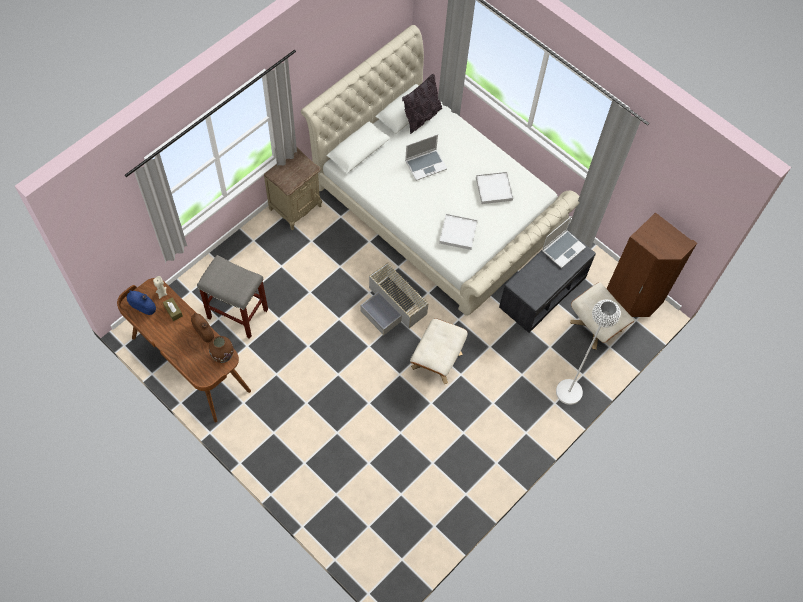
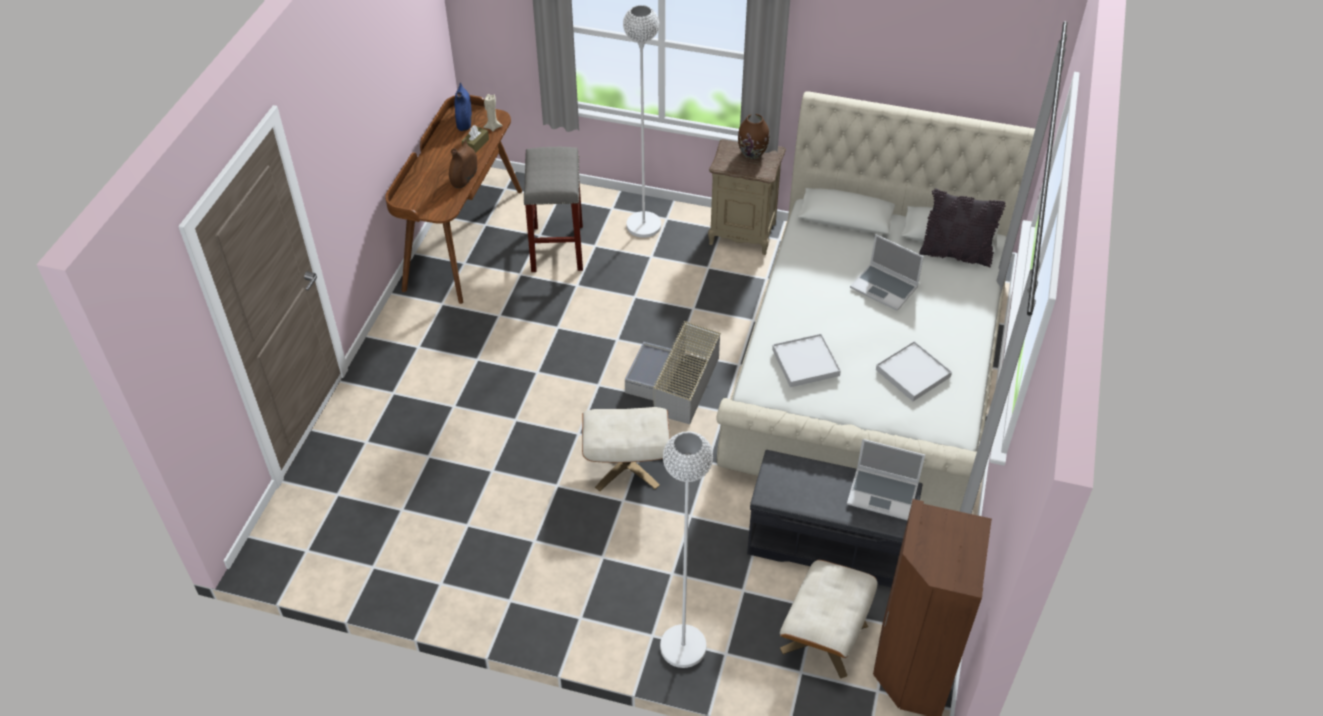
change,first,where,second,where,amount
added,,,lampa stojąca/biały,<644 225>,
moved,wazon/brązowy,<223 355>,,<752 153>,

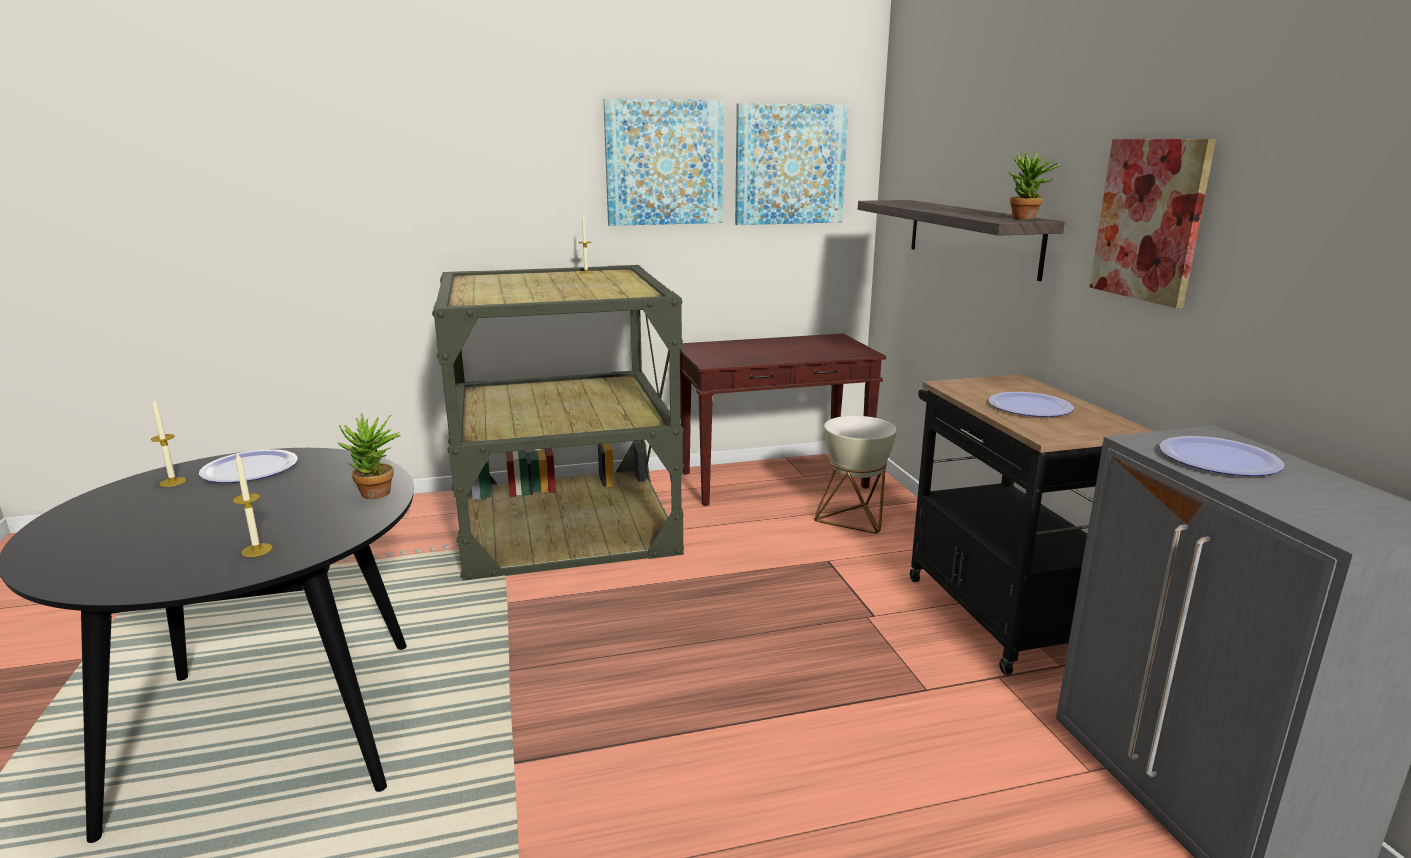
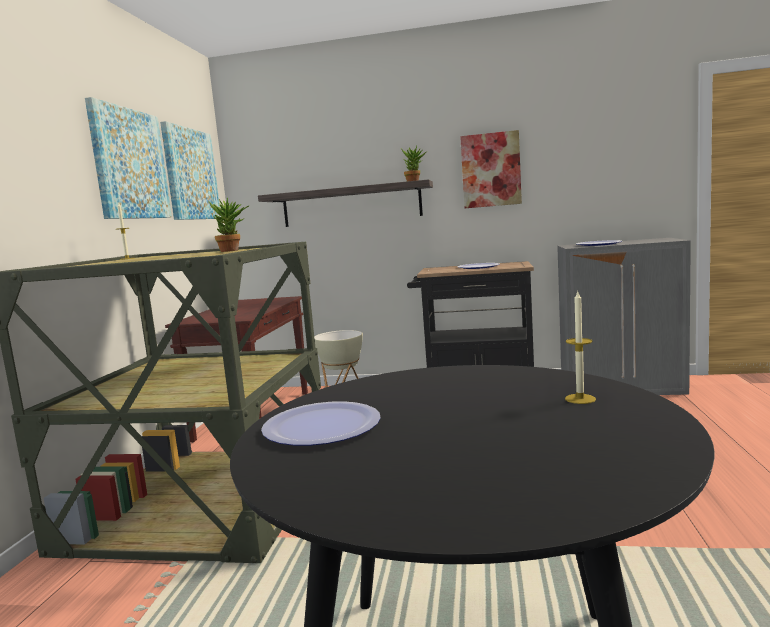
change,first,where,second,where,amount
moved,roślina doniczkowa,<376 496>,,<233 250>,
removed,świeca,<173 482>,,,

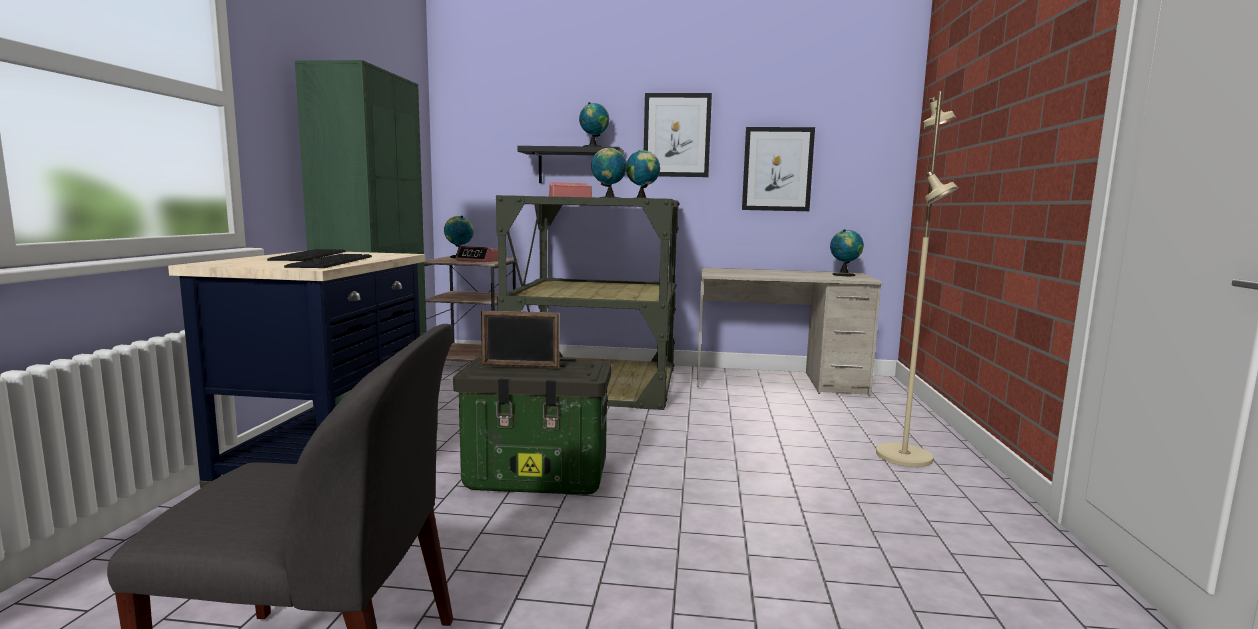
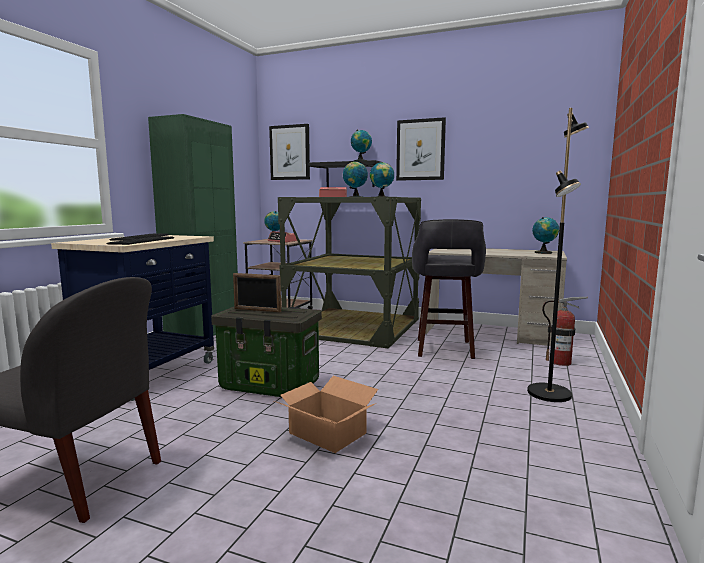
change,first,where,second,where,amount
moved,obraz,<777 169>,,<290 152>,
added,,,karton,<327 434>,
added,,,stołek/szary,<444 350>,
recoloured,lampa stojąca/beżowy,<905 456>,lampa stojąca/czarny,<550 393>,
added,,,gaśnica,<560 362>,

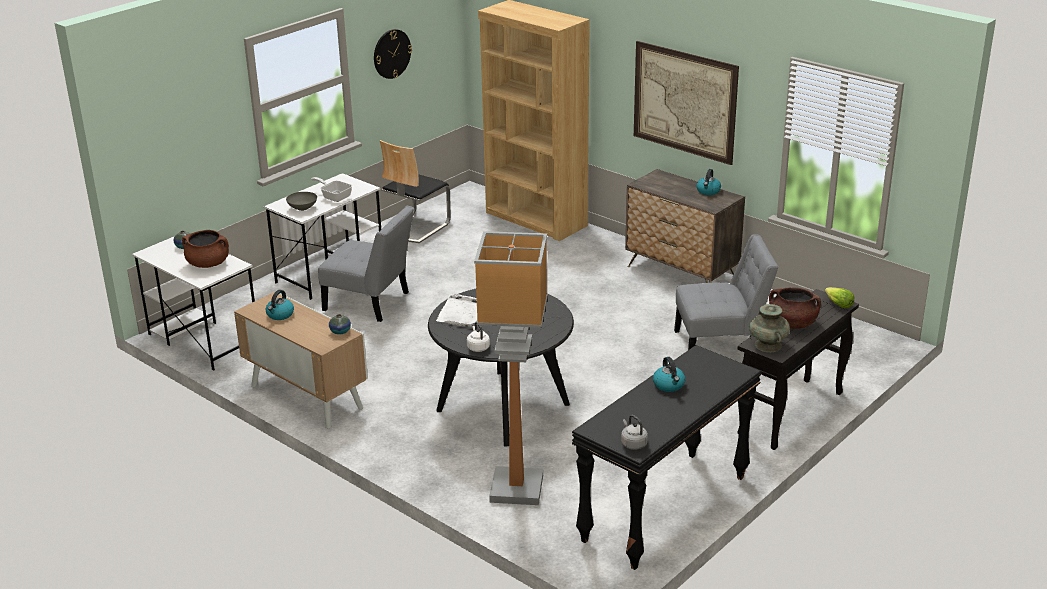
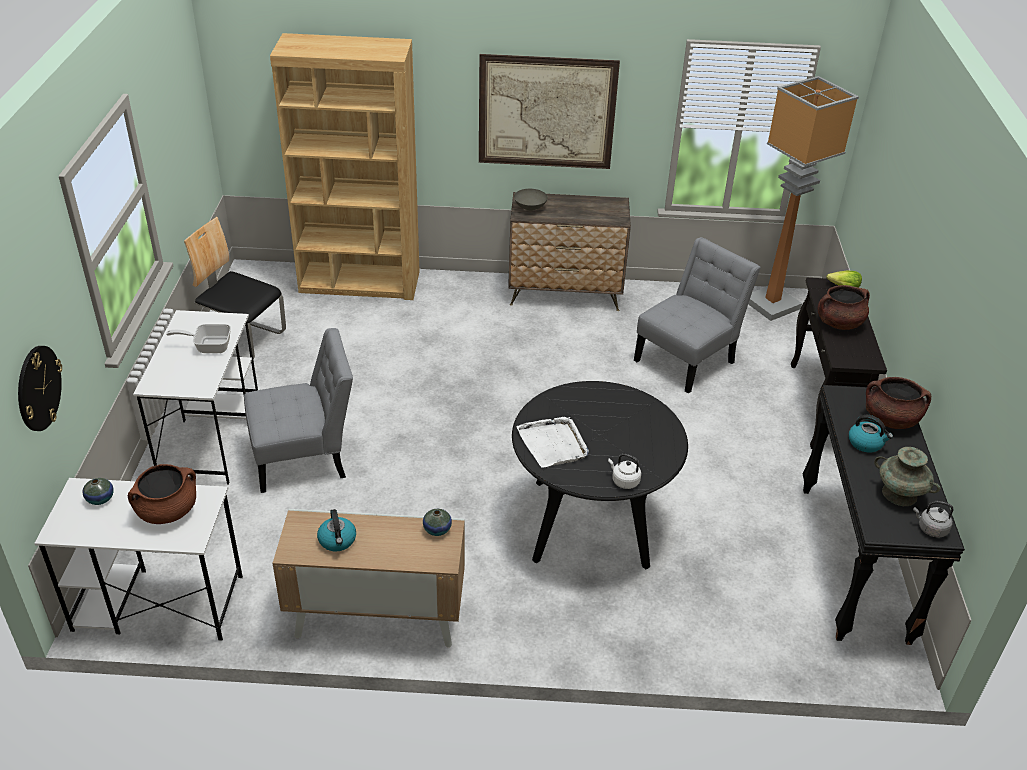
change,first,where,second,where,amount
moved,zegar ścienny,<391 53>,,<38 388>,
turned,krzesło,<415 227>,,<242 339>,120 degrees clockwise
moved,miska/szary,<303 208>,,<530 208>,
moved,lampa stojąca,<515 489>,,<771 305>,
added,,,garnek/brązowy,<890 419>,
moved,wazon/turkusowy,<768 345>,,<900 494>,
removed,czajnik,<708 191>,,,

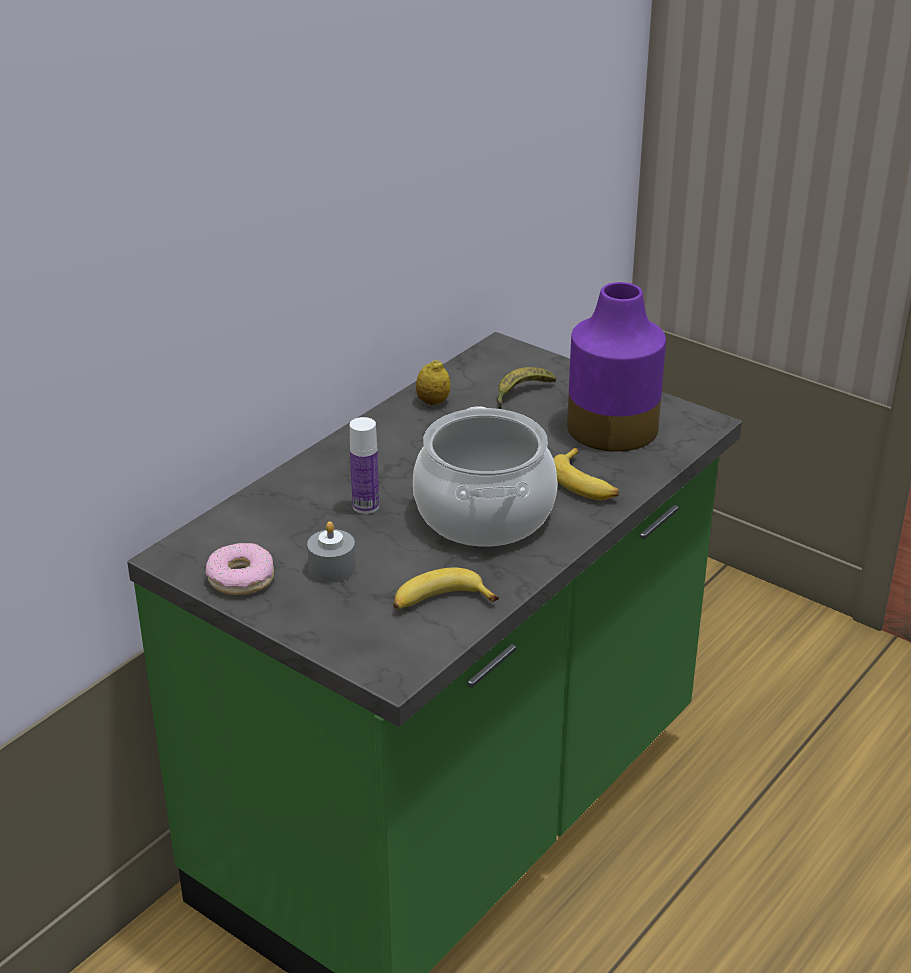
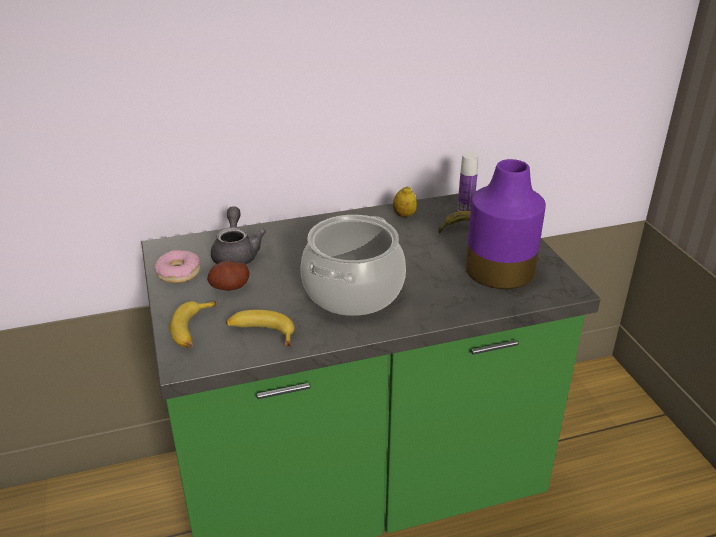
change,first,where,second,where,amount
moved,banan,<585 483>,,<193 330>,
replaced,świeca/szary,<332 568>,ziemniak,<230 287>,
added,,,imbryk/szary,<236 253>,
moved,butelka,<365 506>,,<465 209>,

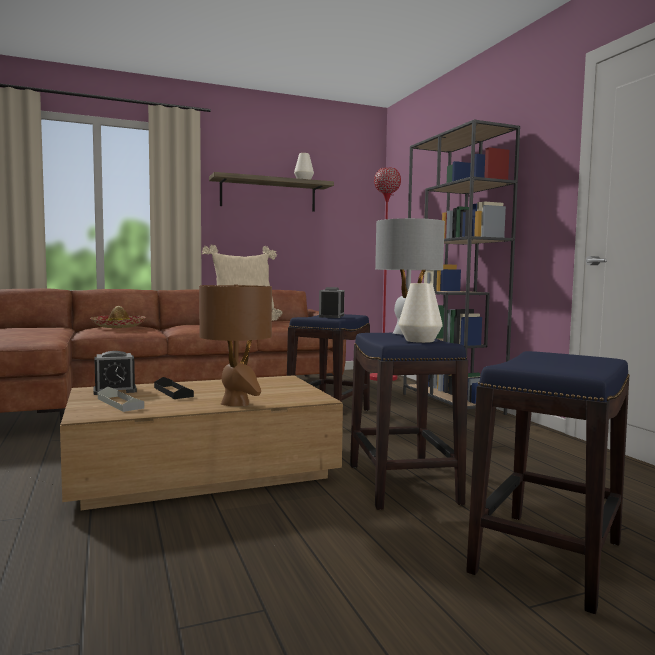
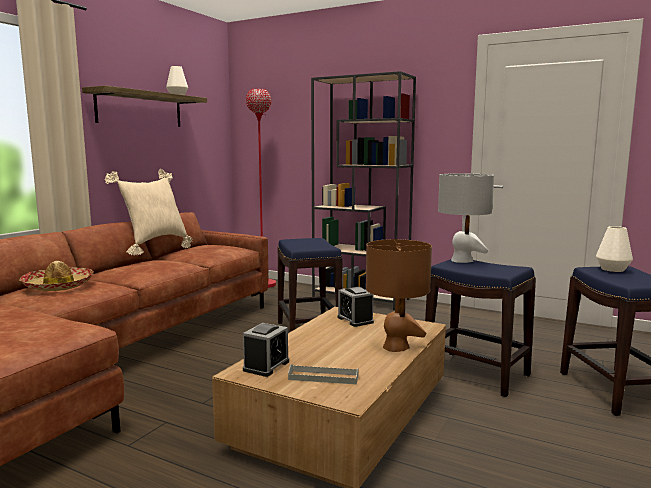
change,first,where,second,where,amount
moved,budzik,<331 316>,,<355 320>,
moved,wazon/biały,<419 341>,,<613 269>,
removed,taca/czarny,<173 392>,,,

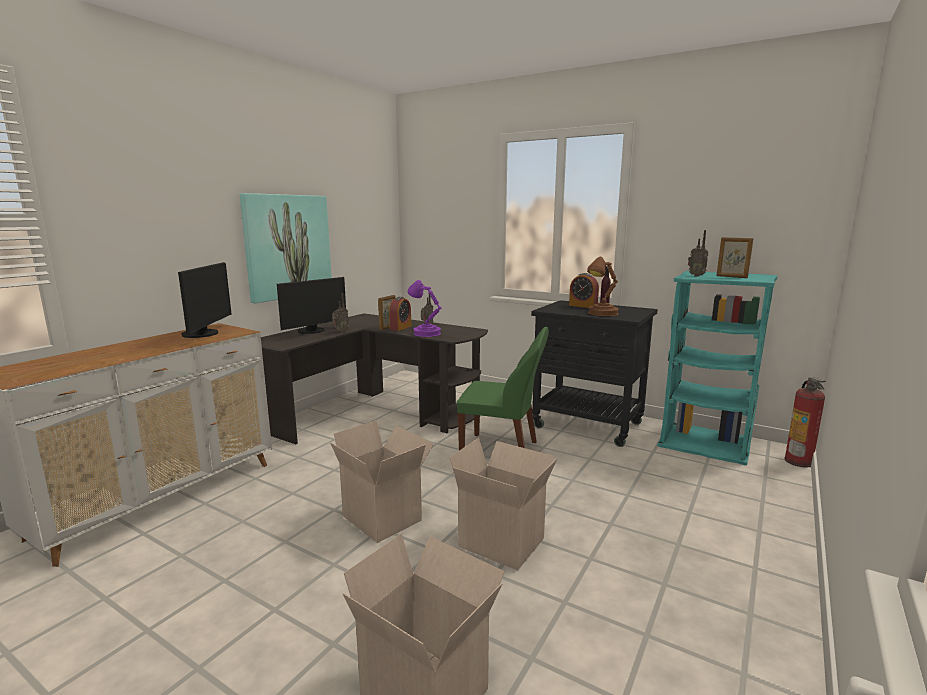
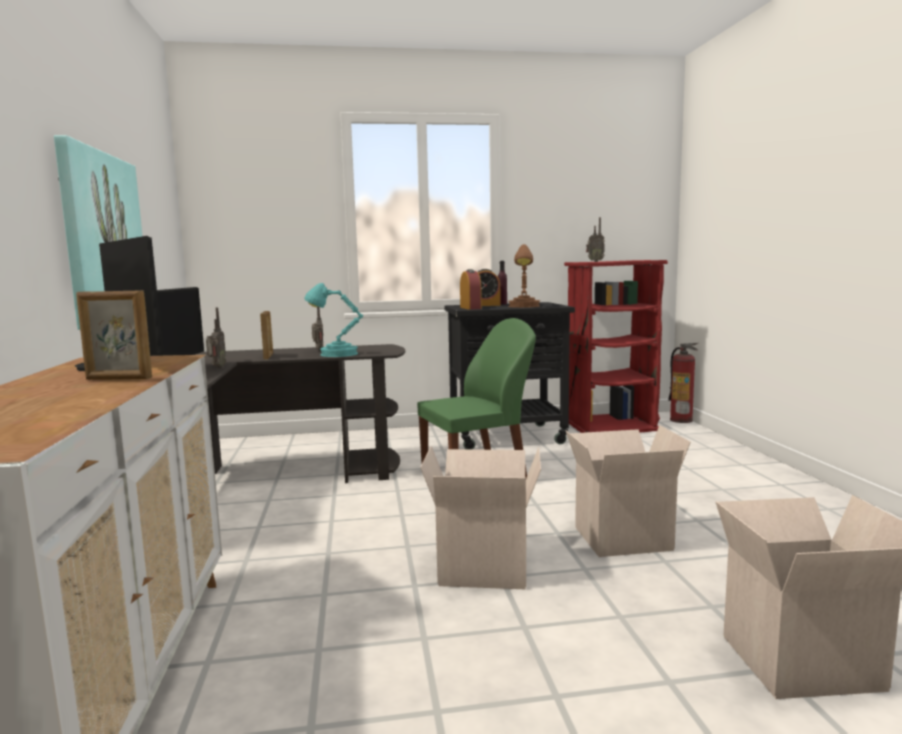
change,first,where,second,where,amount
moved,ramka na zdjęcie,<731 277>,,<118 378>,
recoloured,lampa stołowa/fioletowy,<425 333>,lampa stołowa/turkusowy,<335 354>,
moved,budzik,<400 328>,,<470 308>,
recoloured,regał/turkusowy,<705 443>,regał/czerwony,<610 425>,

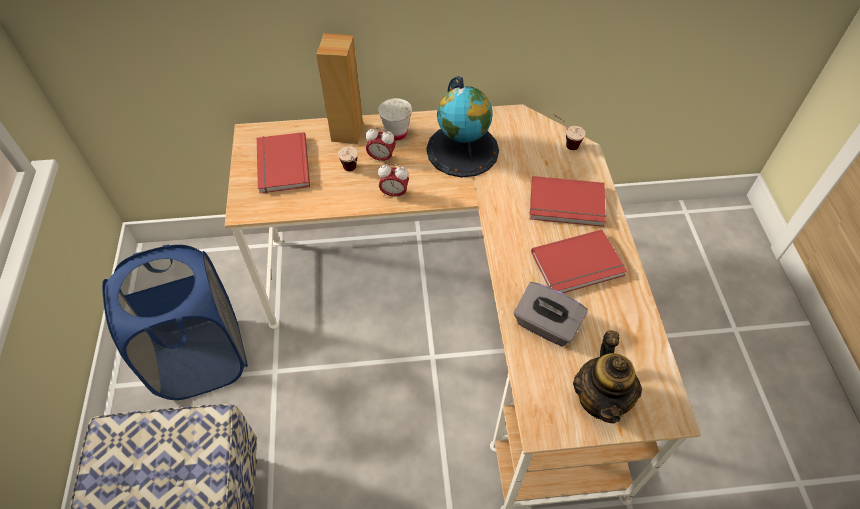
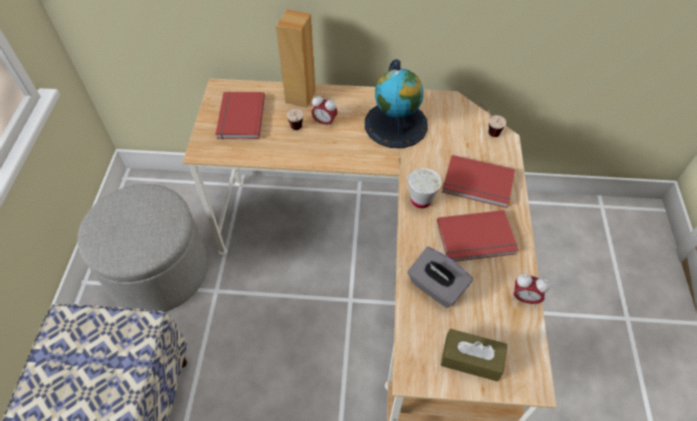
change,first,where,second,where,amount
replaced,kosz na pranie/niebieski,<201 358>,pufa/szary,<158 271>,
moved,filiżanka/biały,<396 133>,,<421 200>,
replaced,imbryk,<600 399>,pudełko chusteczek/brązowy,<471 359>,
moved,budzik,<394 193>,,<524 298>,

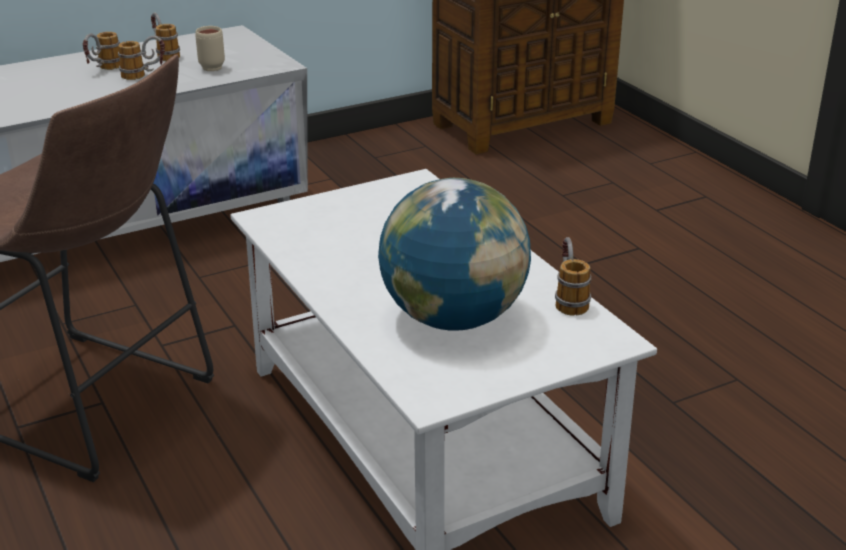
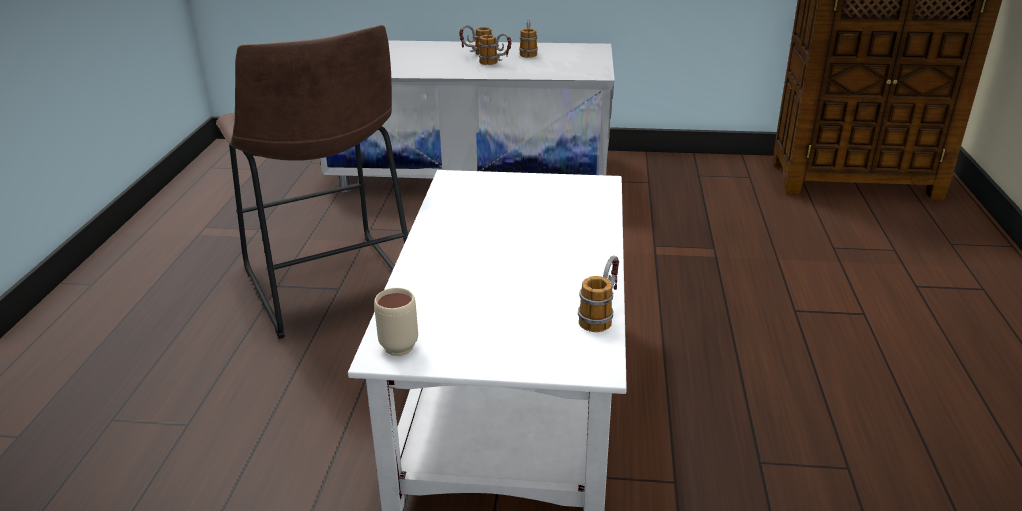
change,first,where,second,where,amount
moved,kubek/beżowy,<211 66>,,<402 343>,
removed,globus,<453 318>,,,

